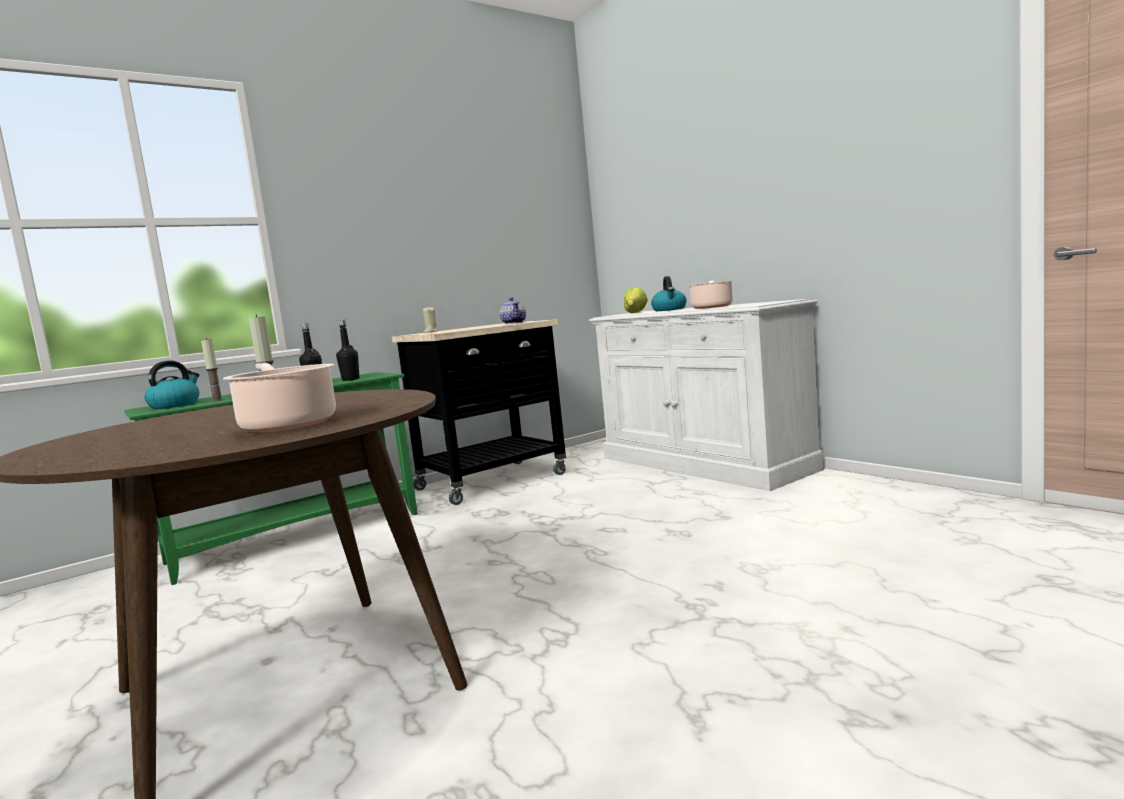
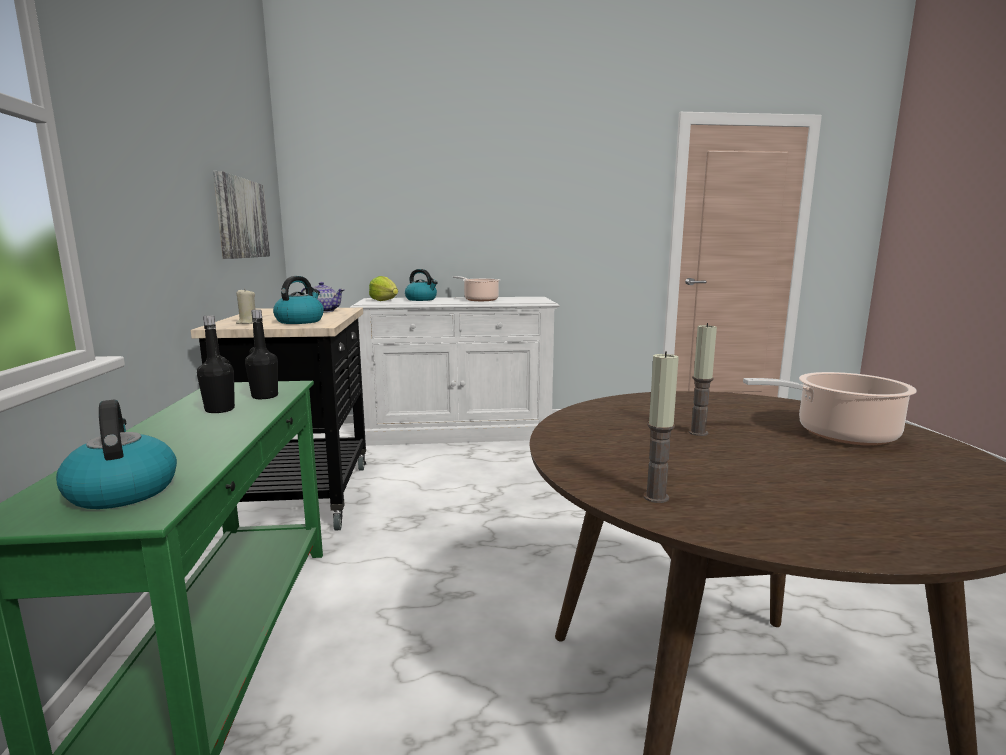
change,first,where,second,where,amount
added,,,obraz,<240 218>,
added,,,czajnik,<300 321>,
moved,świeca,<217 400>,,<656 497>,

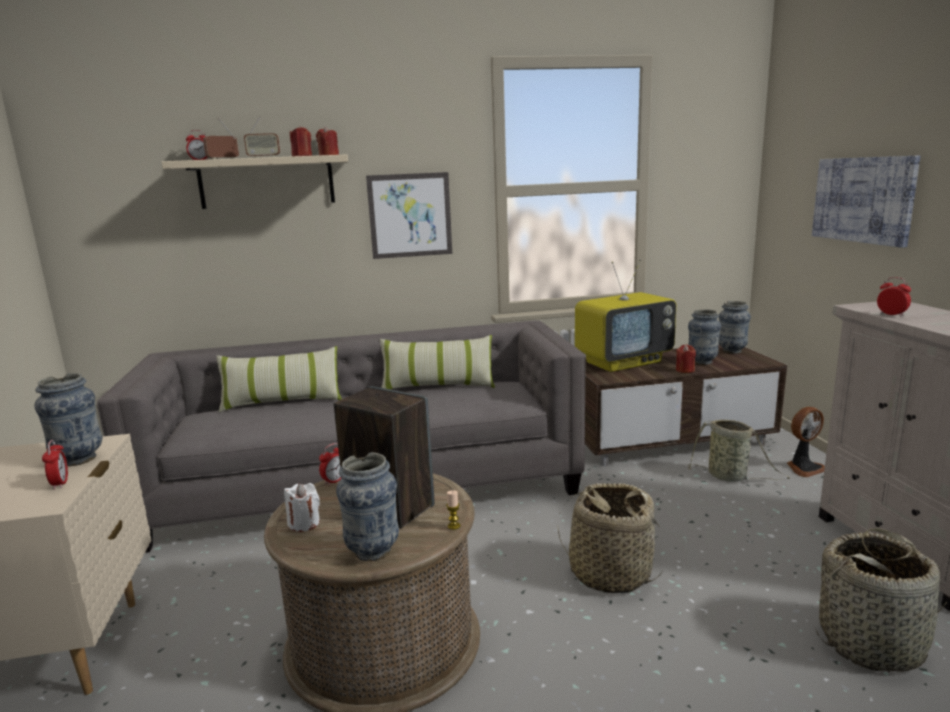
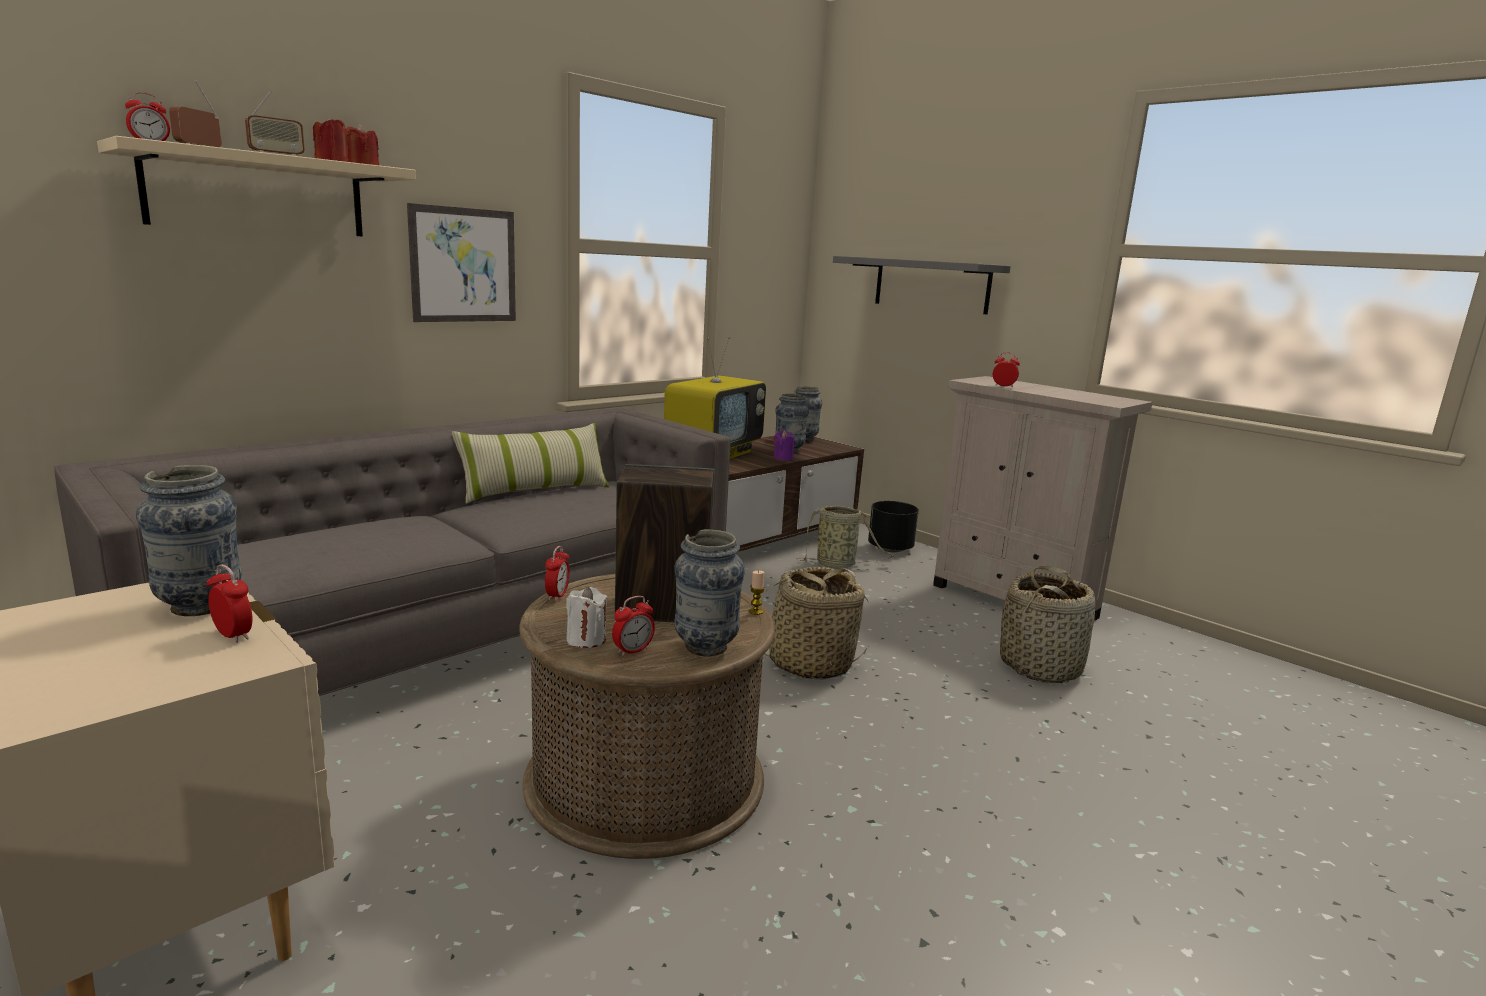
change,first,where,second,where,amount
added,,,budzik,<633 651>,
recoloured,świeca/czerwony,<685 370>,świeca/fioletowy,<783 458>,
replaced,obraz,<863 199>,półka/szary,<931 285>,
replaced,wentylator,<804 468>,donica/czarny,<890 549>,
removed,poduszka,<282 402>,,,

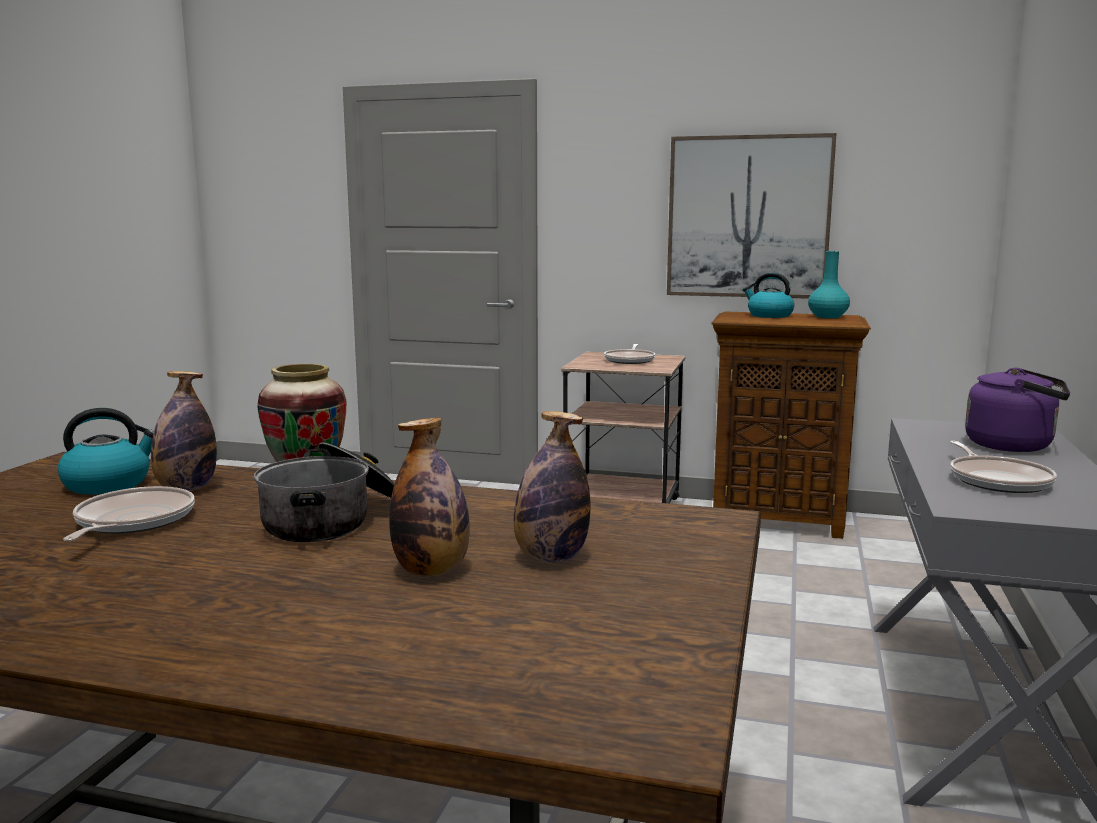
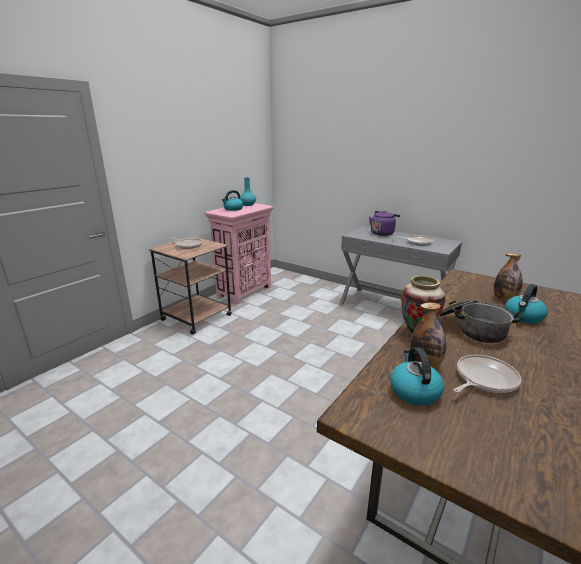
change,first,where,second,where,amount
recoloured,szafka/brązowy,<779 521>,szafka/różowy,<244 291>,
turned,patelnia,<131 522>,,<484 379>,120 degrees clockwise
replaced,butelka,<431 571>,czajnik,<523 317>,
removed,obraz,<748 217>,,,

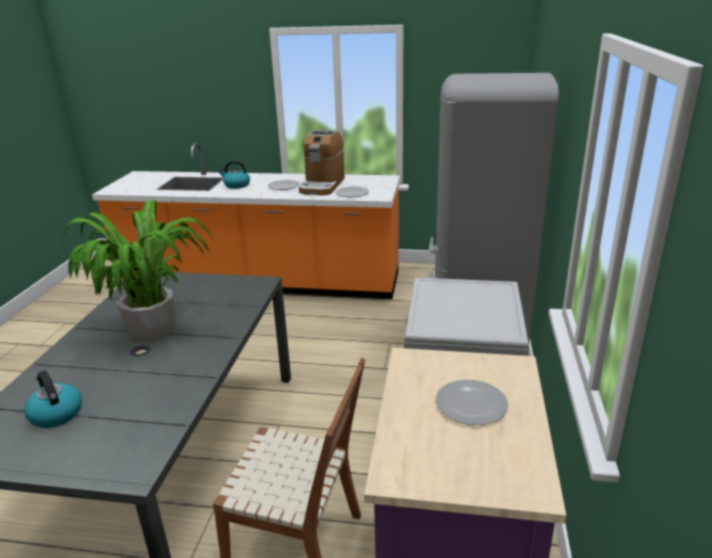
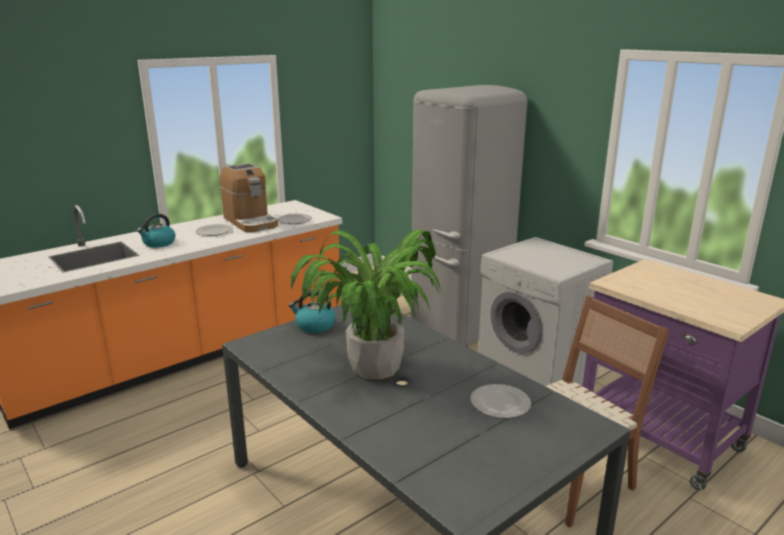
change,first,where,second,where,amount
moved,czajnik,<56 414>,,<314 326>,
moved,talerz,<470 404>,,<499 403>,

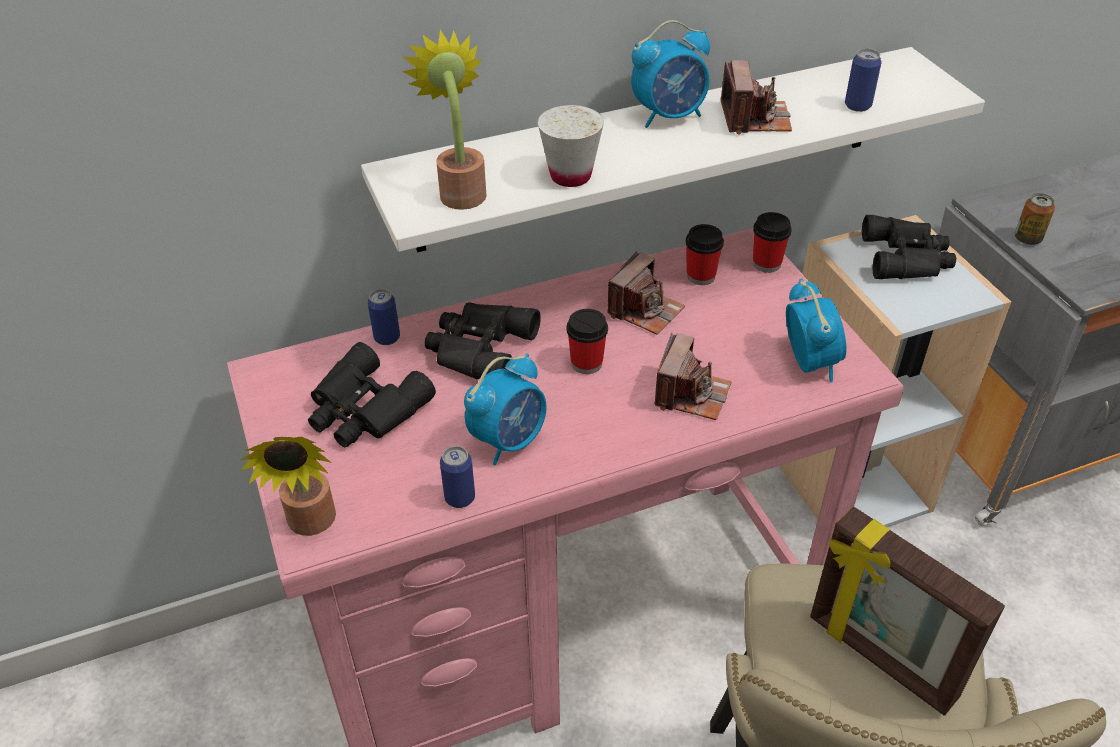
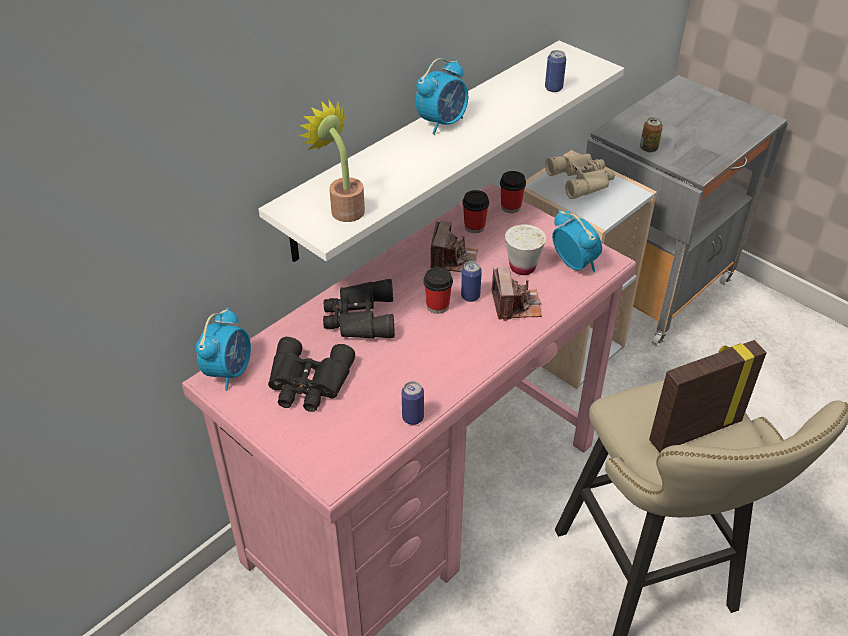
change,first,where,second,where,amount
moved,budzik,<509 440>,,<229 371>,
moved,puszka,<387 338>,,<470 296>,
moved,filiżanka/biały,<570 176>,,<522 267>,
recoloured,lornetka/czarny,<908 257>,lornetka/beżowy,<582 180>,
turned,ramka na zdjęcie,<880 659>,,<694 430>,135 degrees clockwise
removed,roślina doniczkowa,<311 525>,,,
removed,aparat fotograficzny,<754 119>,,,

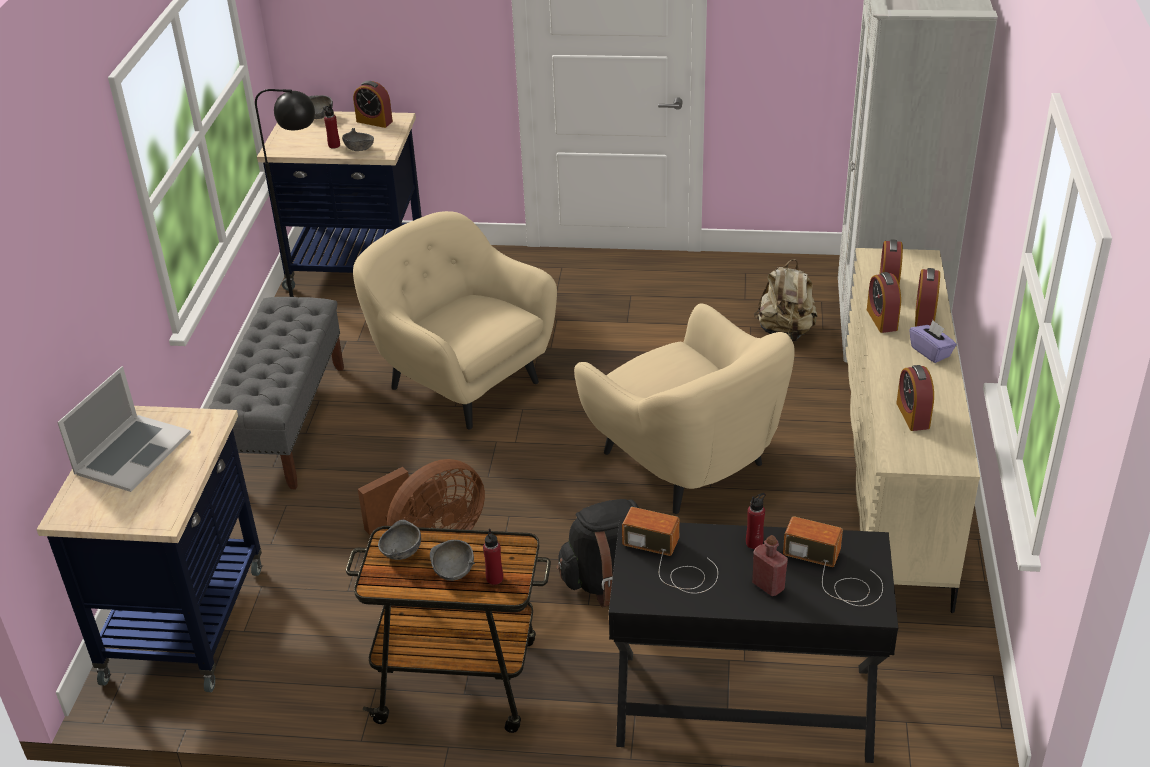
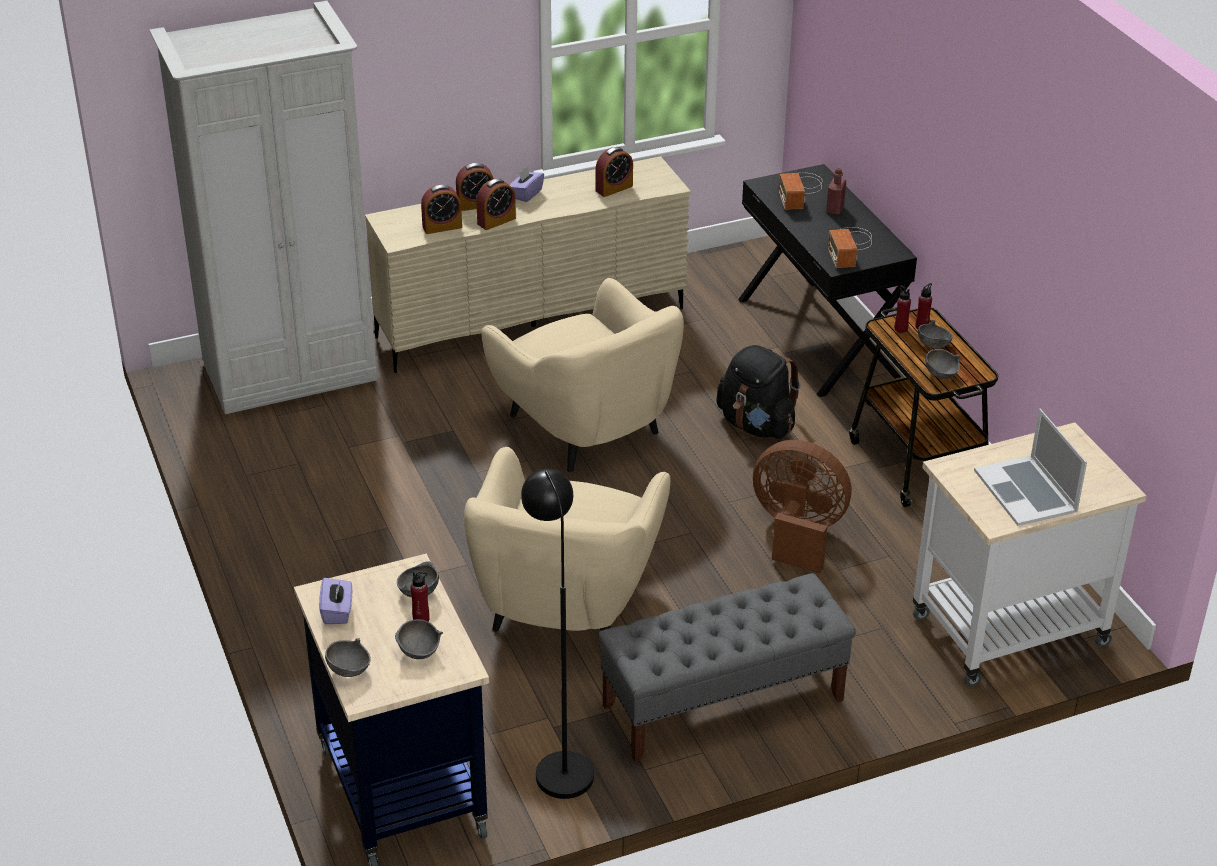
change,first,where,second,where,amount
replaced,budzik,<374 121>,pudełko chusteczek/fioletowy,<337 611>,
added,,,miska/szary,<419 651>,
turned,fotel/beżowy,<685 463>,,<586 428>,120 degrees clockwise
moved,butelka/czerwony,<754 543>,,<900 329>,
recoloured,wózek/niebieski,<184 622>,wózek/biały,<1008 633>,
turned,laptop,<132 453>,,<1026 491>,105 degrees counterclockwise
removed,plecak/beżowy,<785 332>,,,

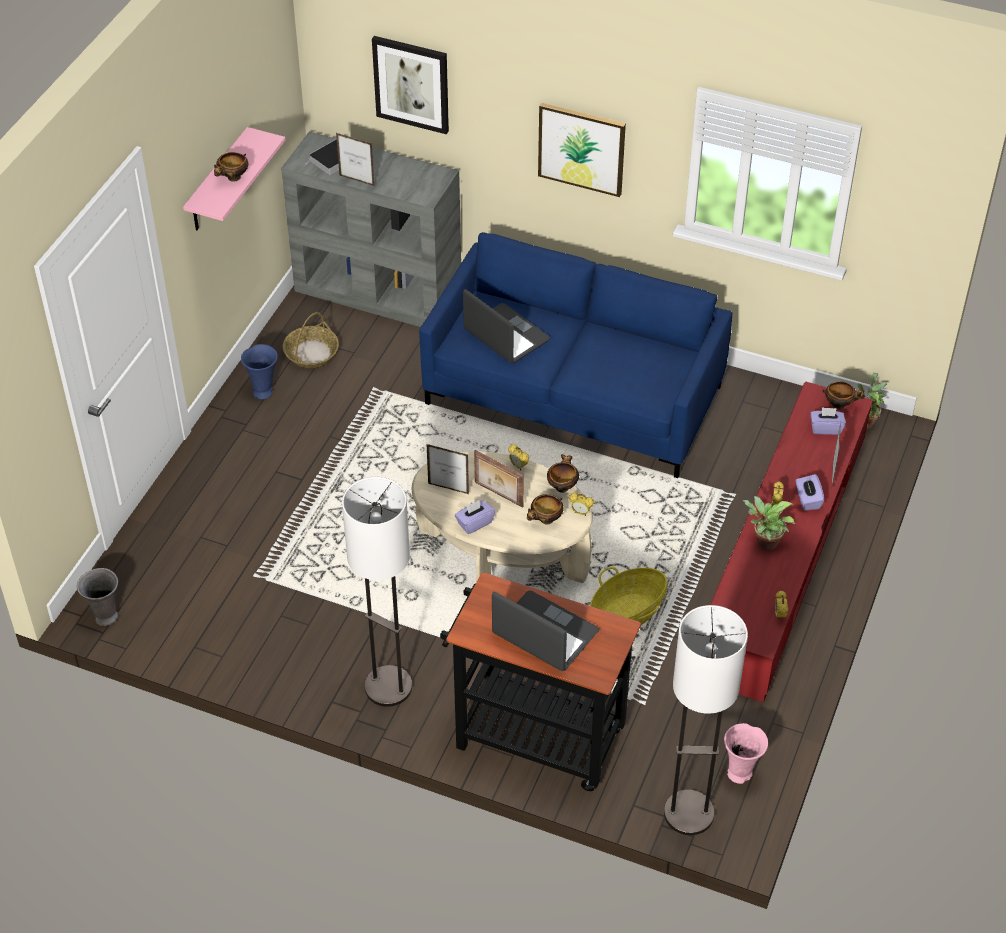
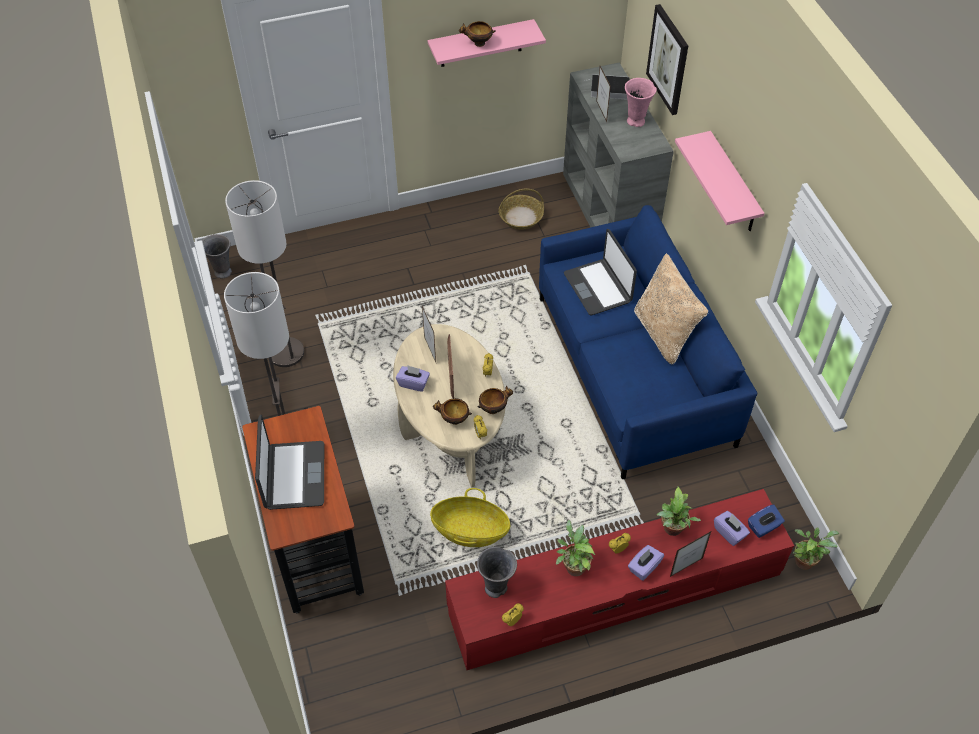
change,first,where,second,where,amount
moved,lampa stojąca,<689 813>,,<286 353>,
added,,,wazon/szary,<497 588>,
turned,laptop,<505 336>,,<598 287>,150 degrees clockwise
moved,wazon/różowy,<740 773>,,<636 122>,
added,,,poduszka/beżowy,<663 336>,
added,,,roślina doniczkowa,<672 530>,
replaced,obraz,<581 148>,półka/różowy,<733 184>,
replaced,miska,<840 405>,pudełko chusteczek/niebieski,<763 527>,
removed,wazon/niebieski,<263 391>,,,

